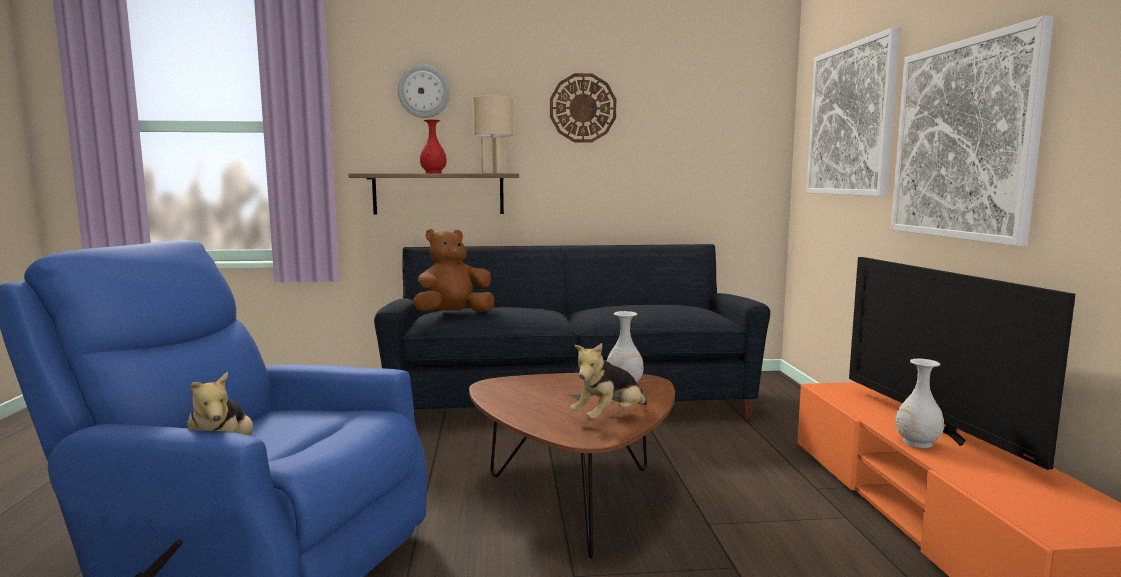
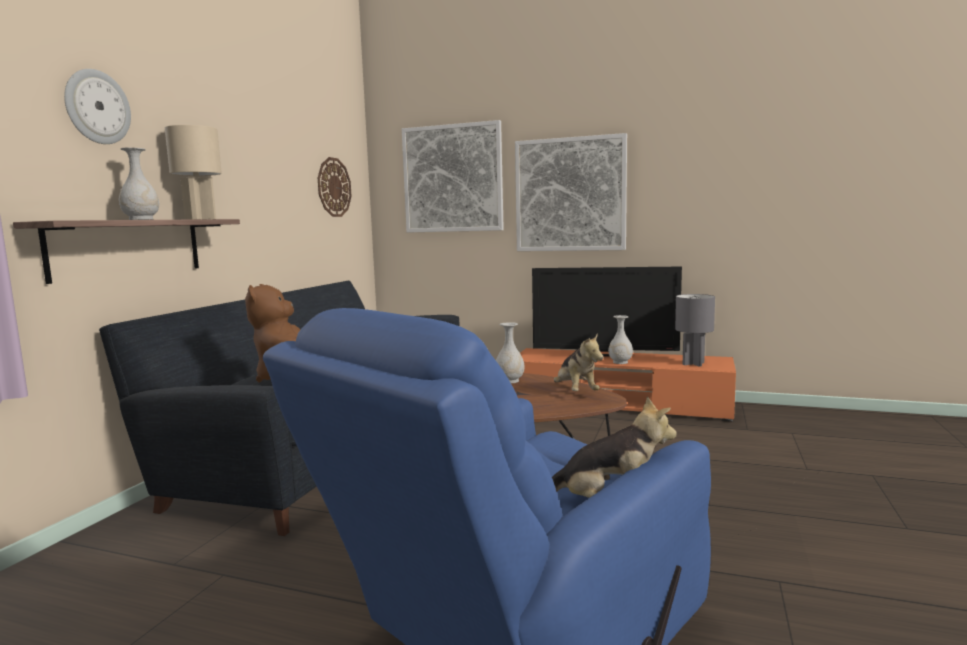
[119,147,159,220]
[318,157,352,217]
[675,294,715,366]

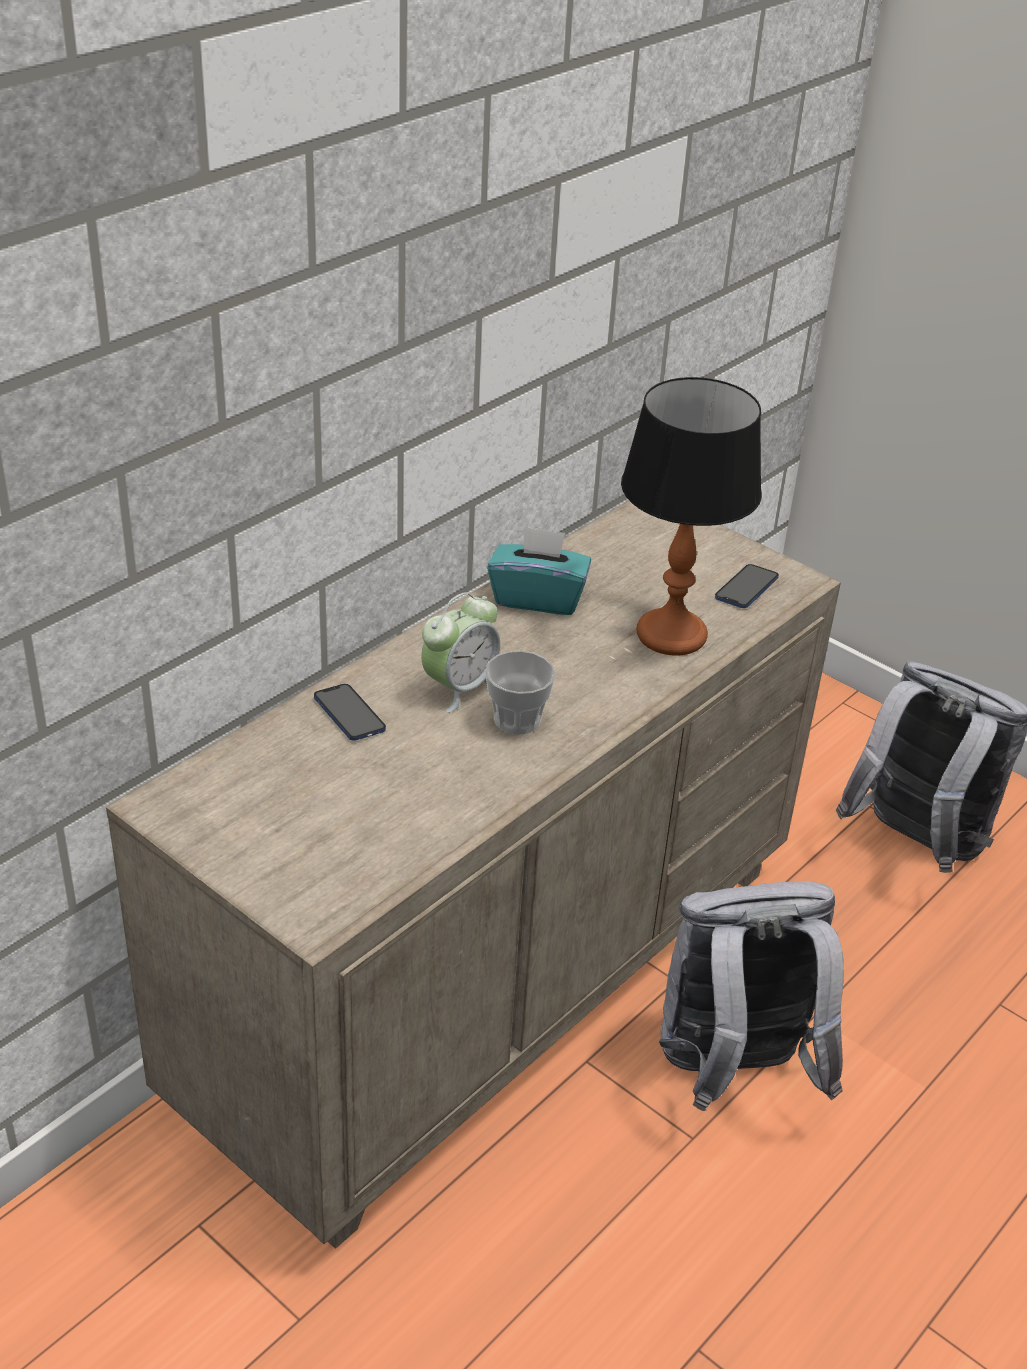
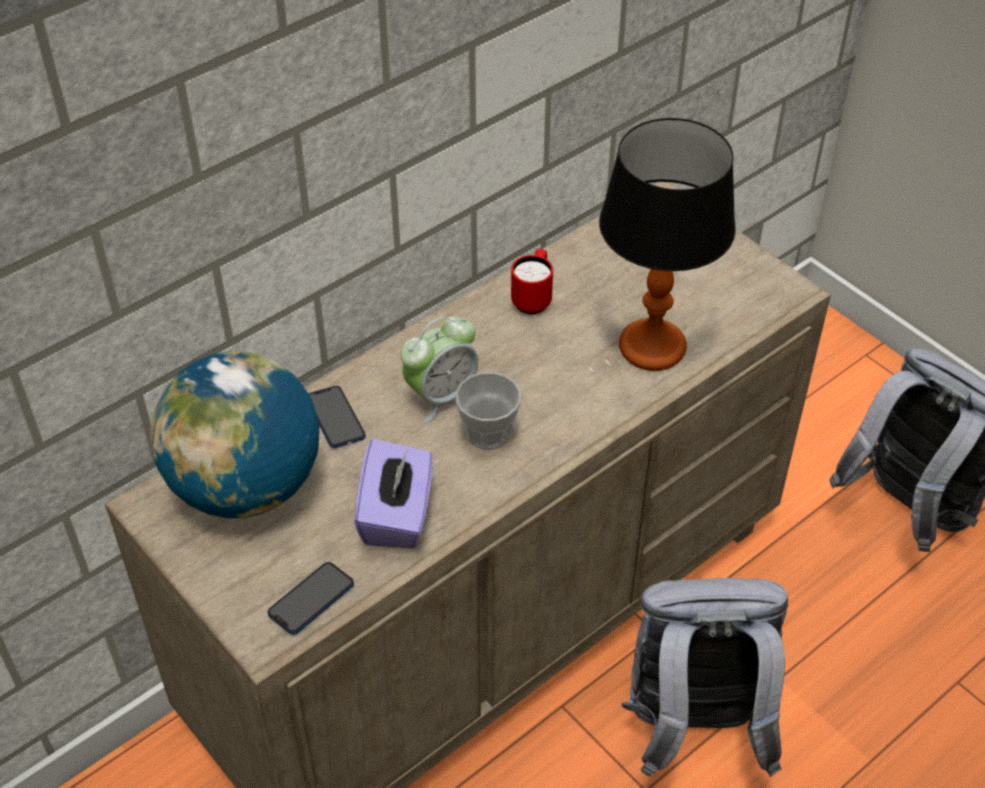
[150,352,319,518]
[268,562,354,635]
[354,439,432,548]
[511,249,553,314]

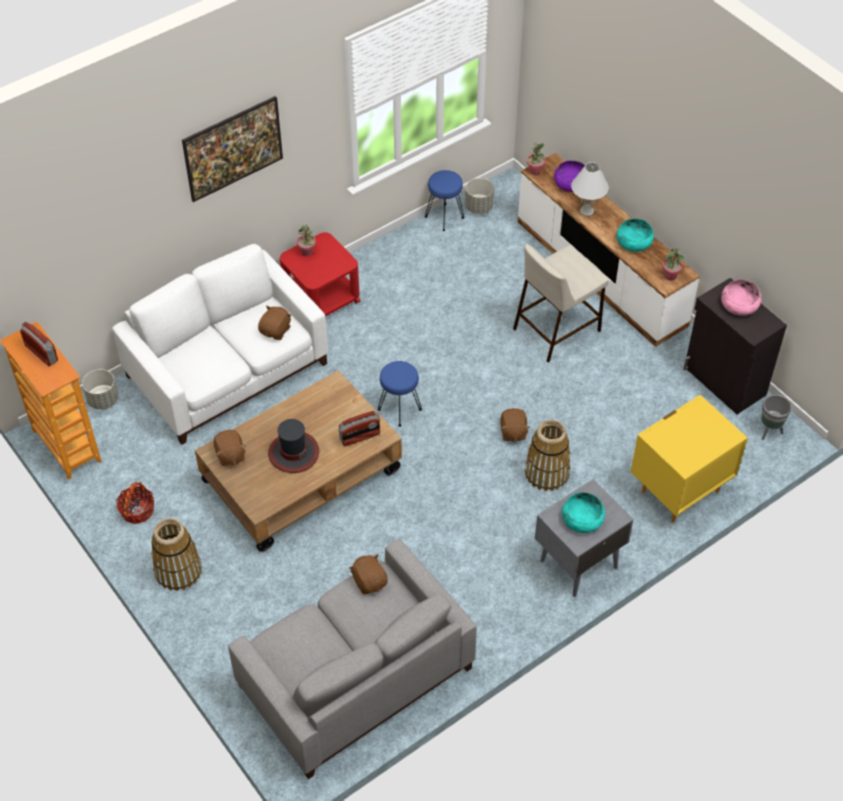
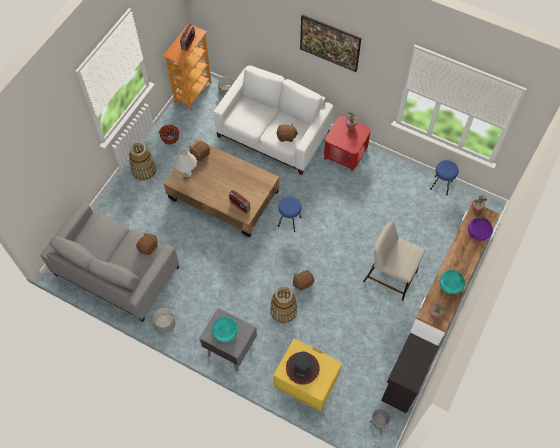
[153,308,175,333]
[174,149,197,177]
[286,352,320,385]
[721,280,761,316] (first image)

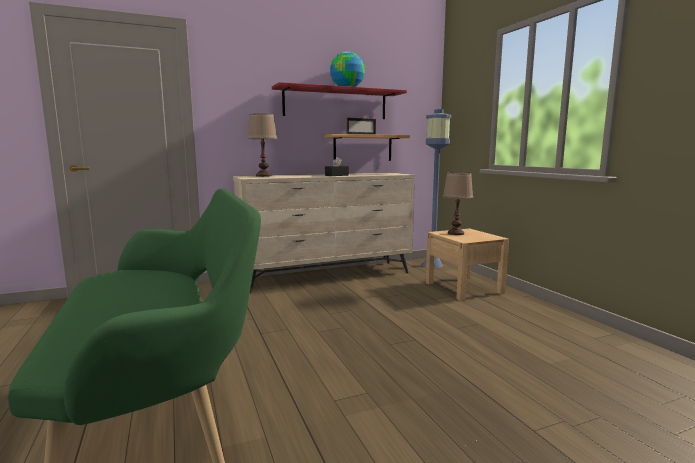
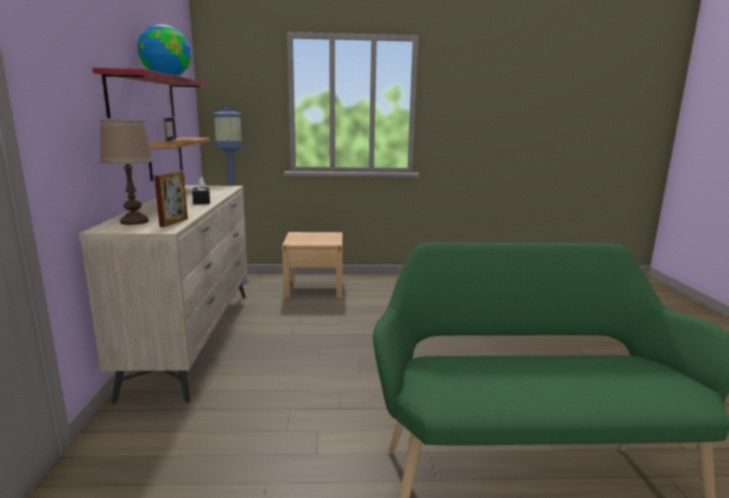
[154,171,188,227]
[443,172,473,235] (first image)

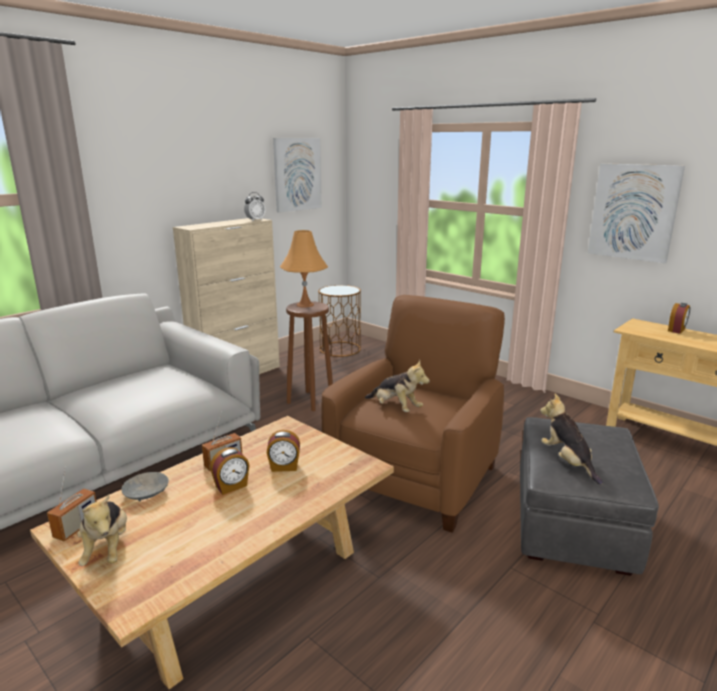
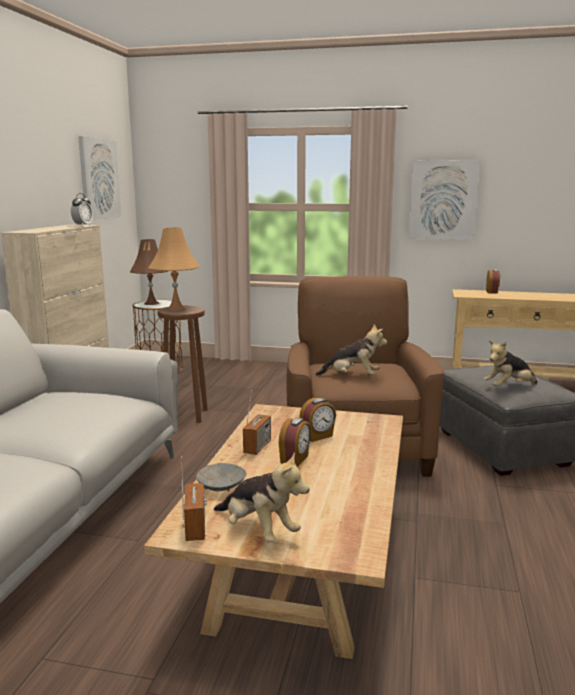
[130,239,168,305]
[484,341,537,386]

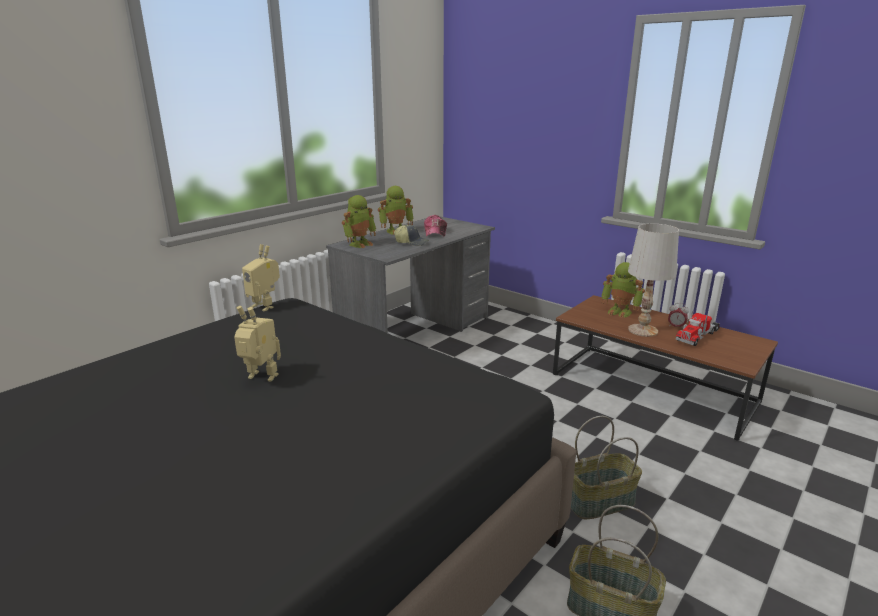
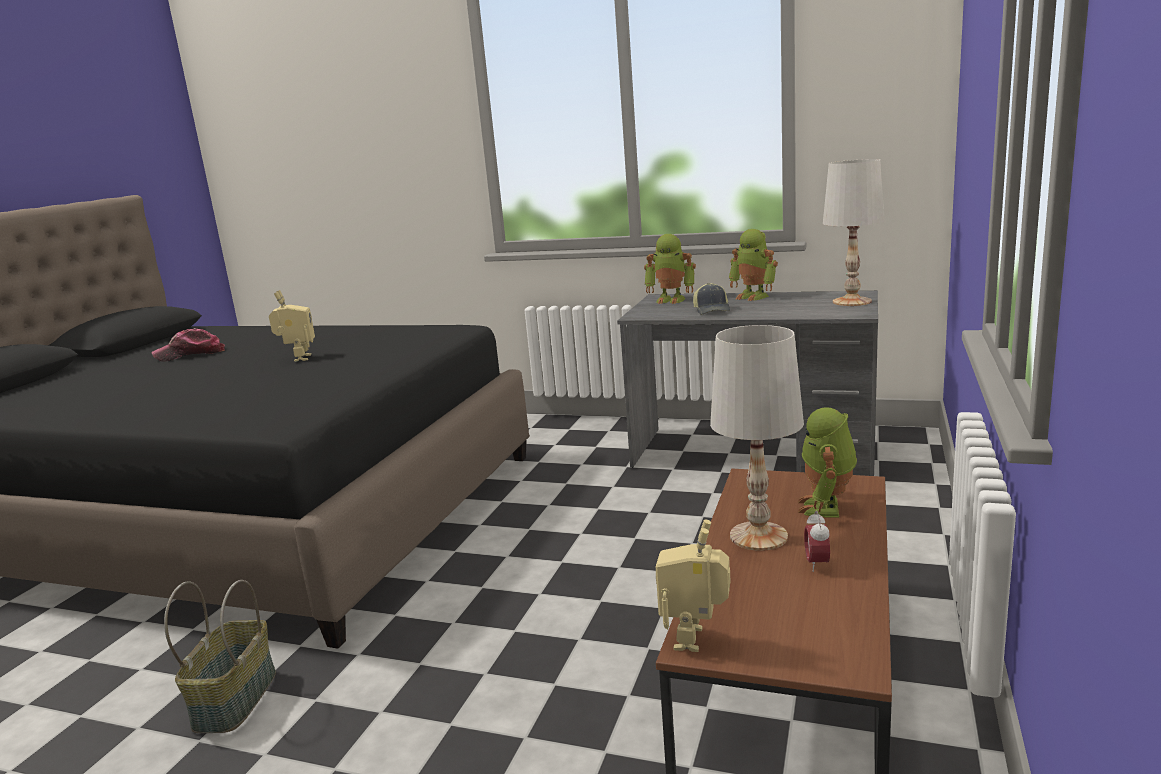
[152,328,225,361]
[656,520,730,652]
[823,159,885,306]
[571,416,642,519] (first image)
[676,311,720,346] (first image)

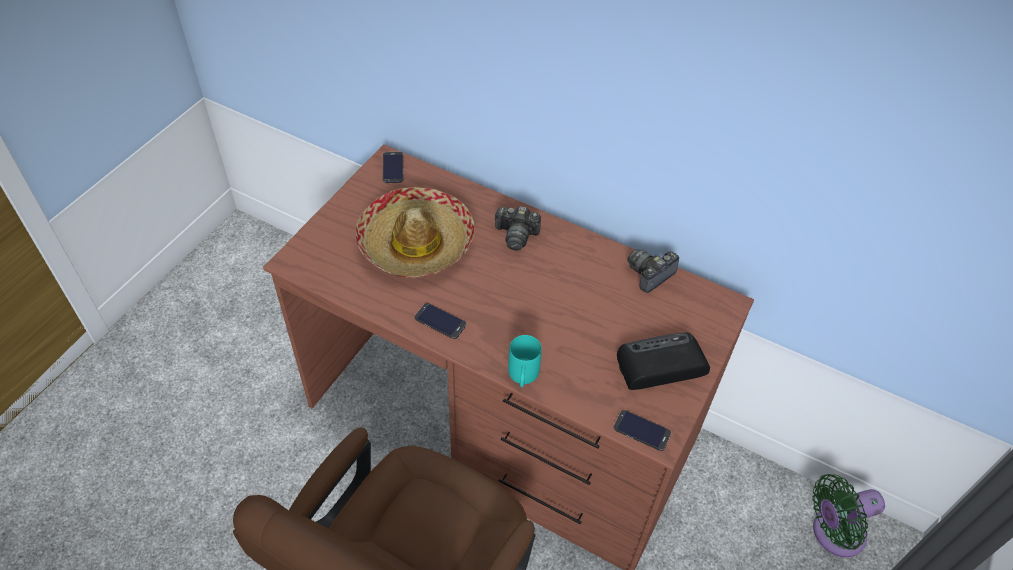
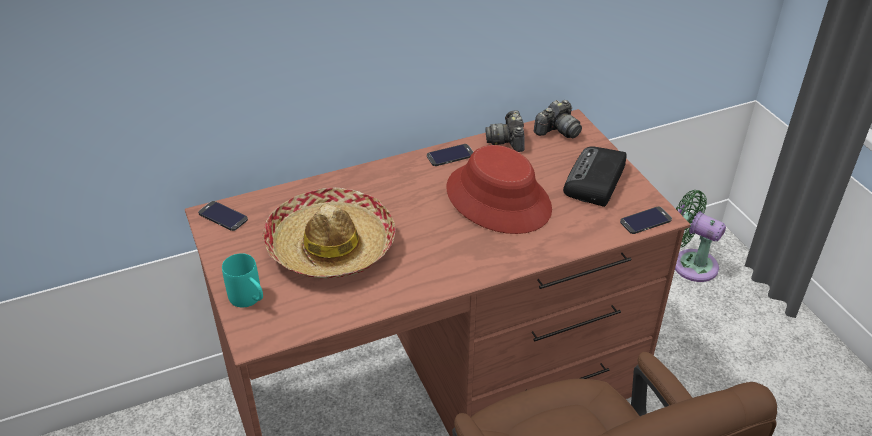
[222,253,263,308]
[427,144,473,166]
[447,145,552,234]
[534,100,582,139]
[675,190,726,282]

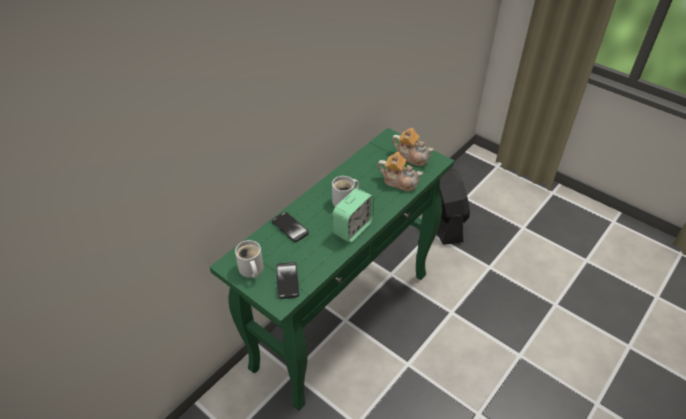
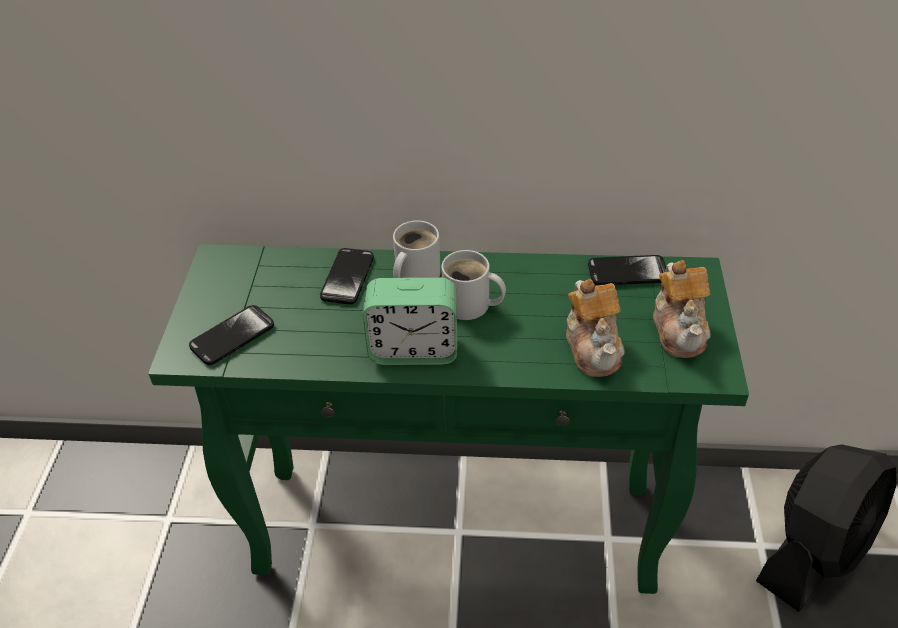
[393,220,441,278]
[588,255,666,285]

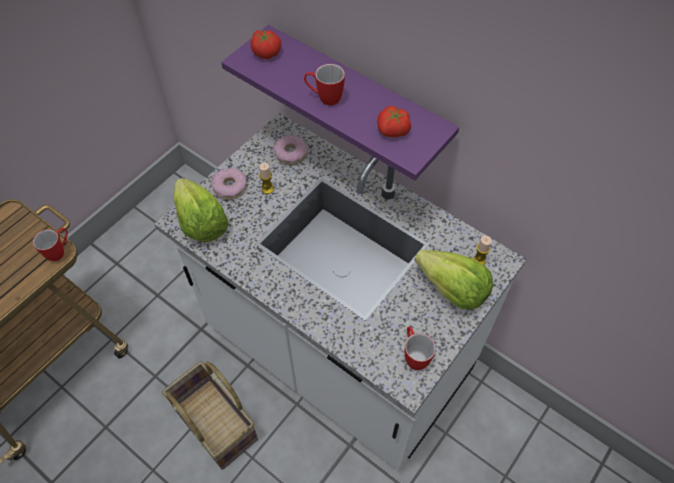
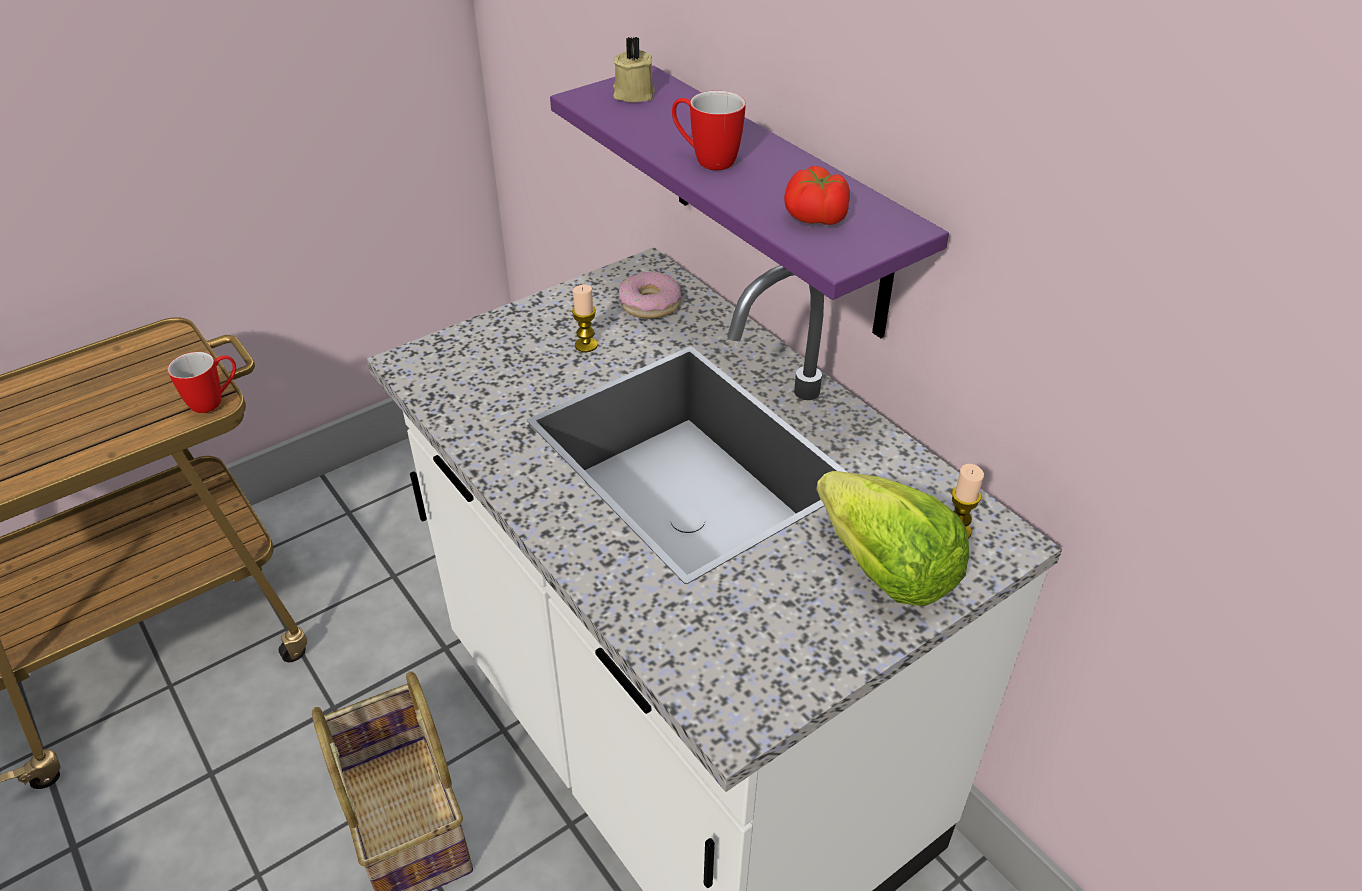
[613,37,655,103]
[173,178,229,242] (first image)
[211,168,247,200] (first image)
[405,326,436,370] (first image)

